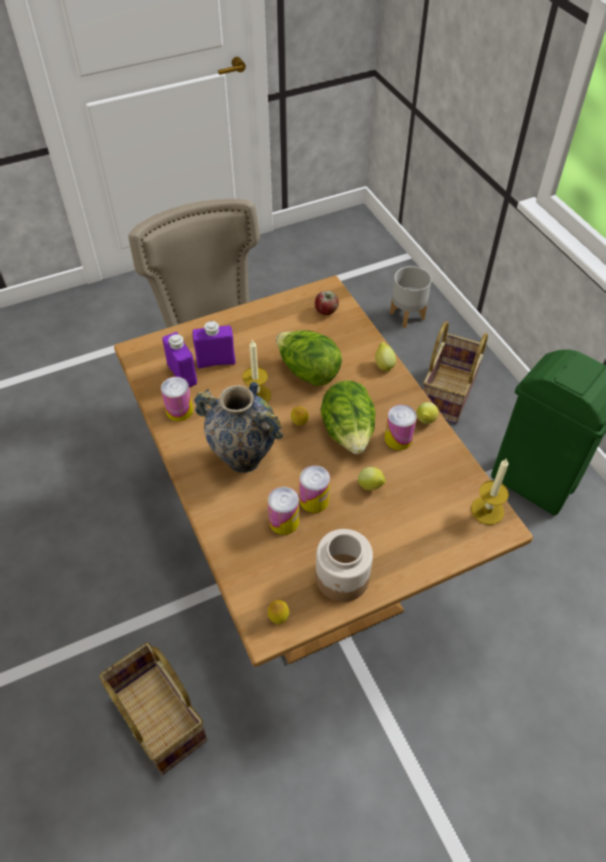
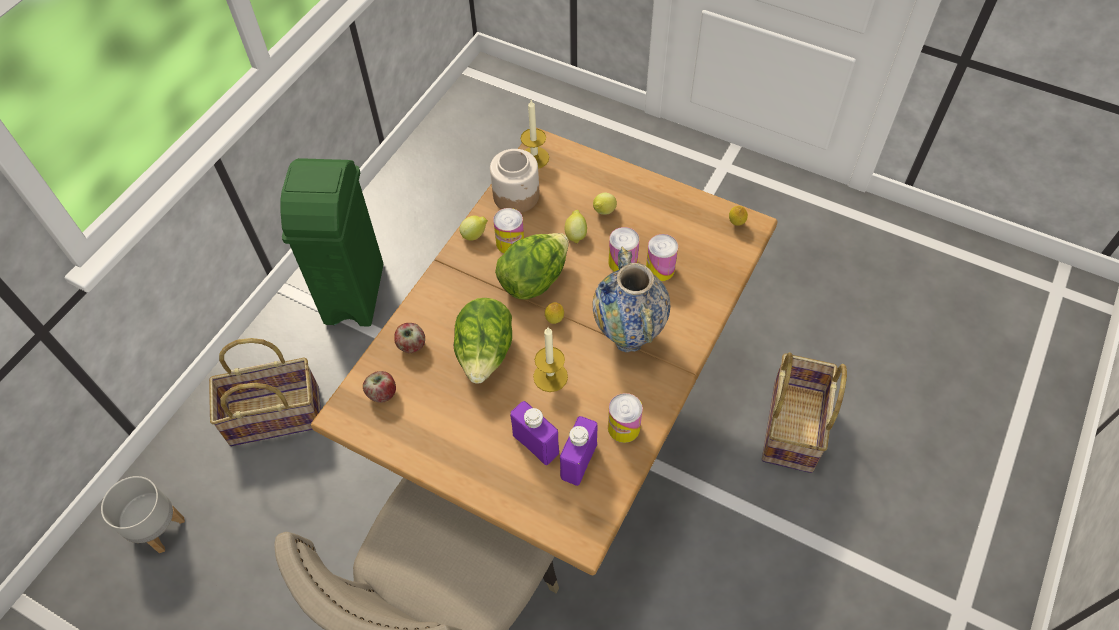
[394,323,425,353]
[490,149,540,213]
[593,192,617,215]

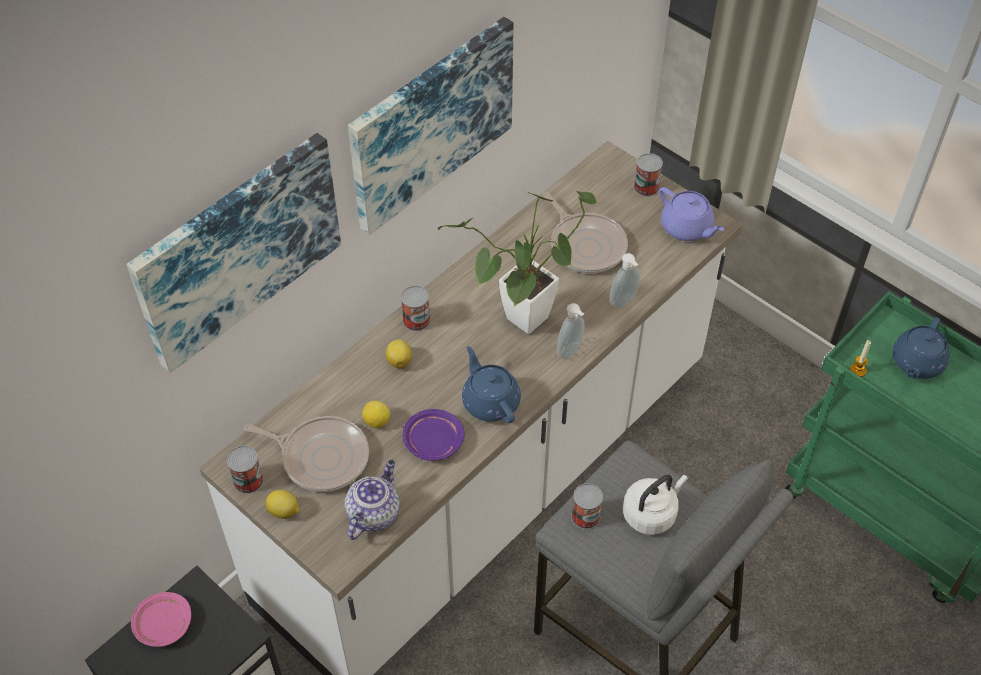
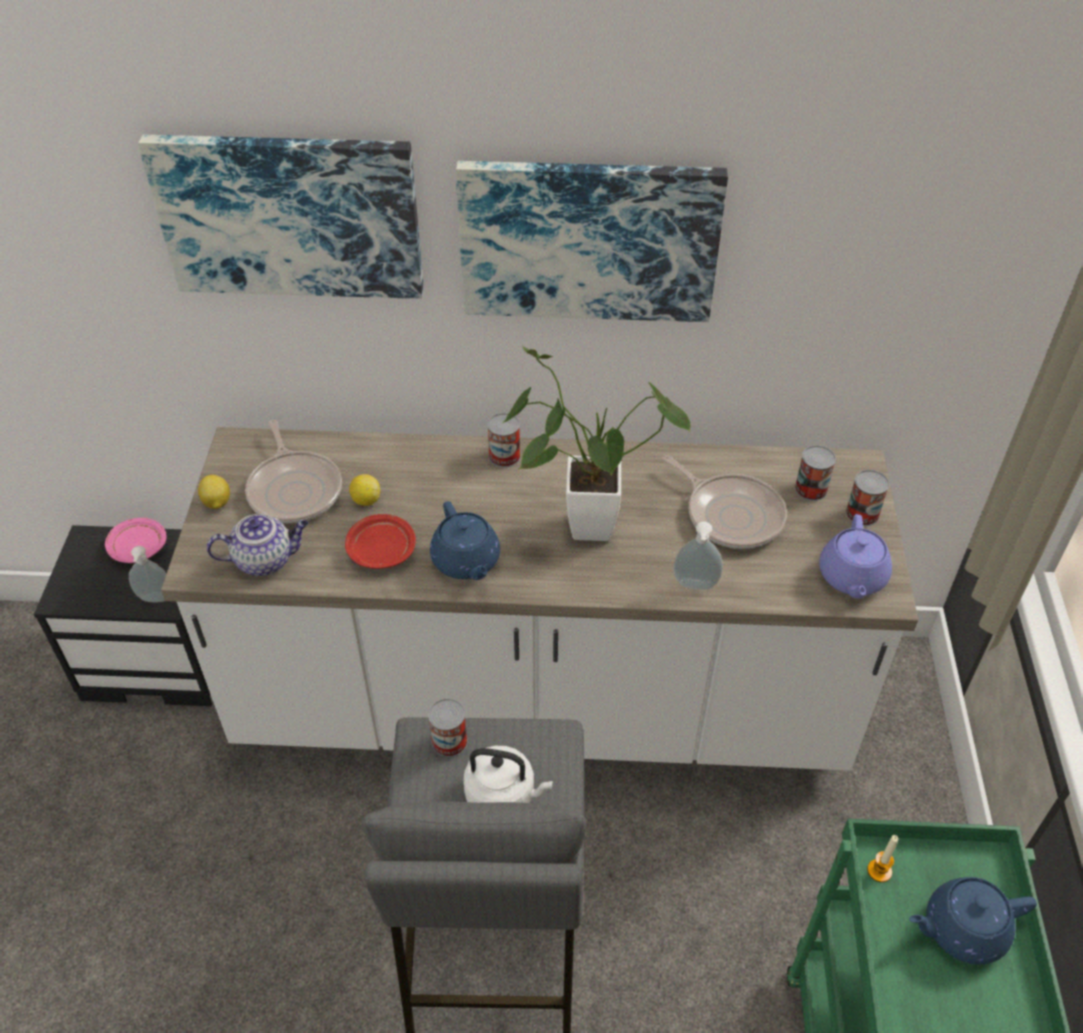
[129,546,166,602]
[345,514,416,569]
[430,501,500,580]
[663,455,787,549]
[795,445,836,501]
[386,339,412,368] (first image)

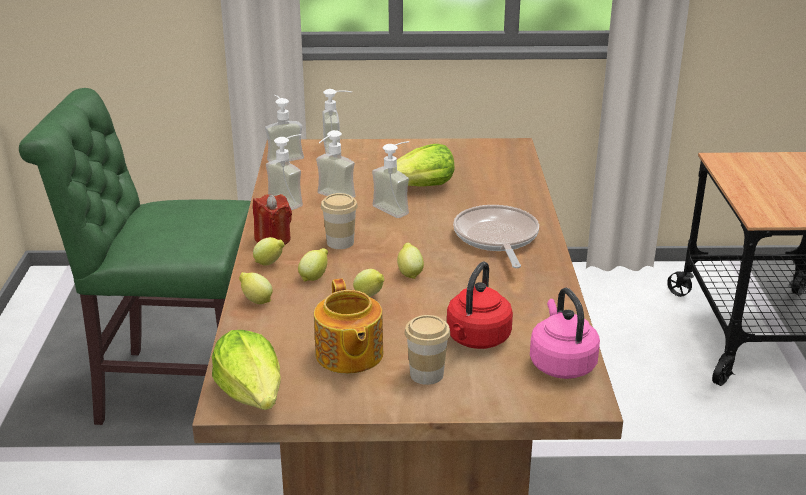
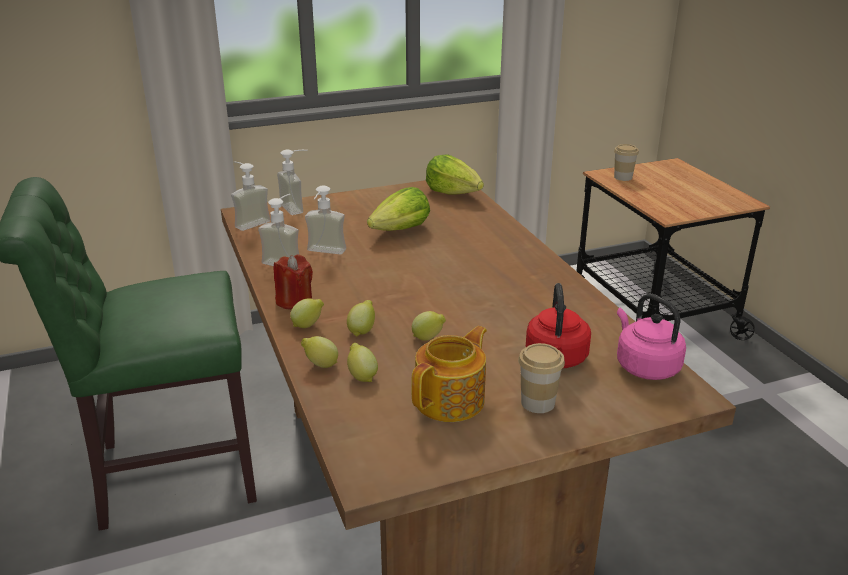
[347,343,378,382]
[411,326,487,422]
[426,154,484,195]
[614,144,639,181]
[372,141,409,218] (first image)
[453,205,539,268] (first image)

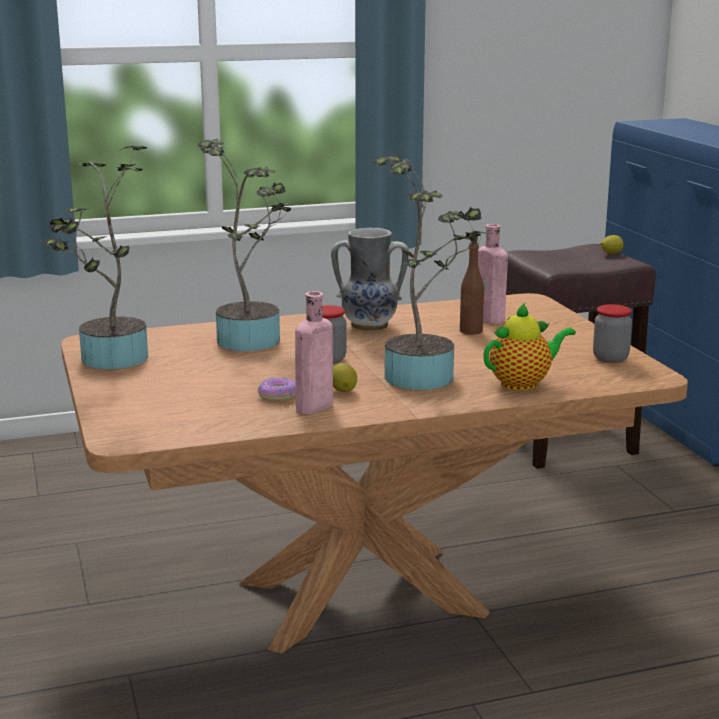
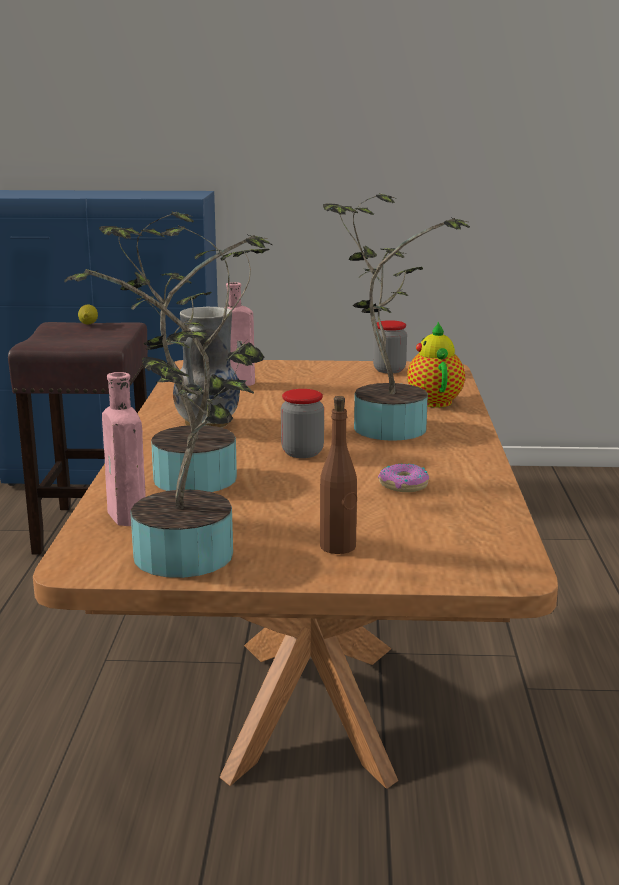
[102,372,146,526]
[320,396,357,554]
[333,363,357,392] (first image)

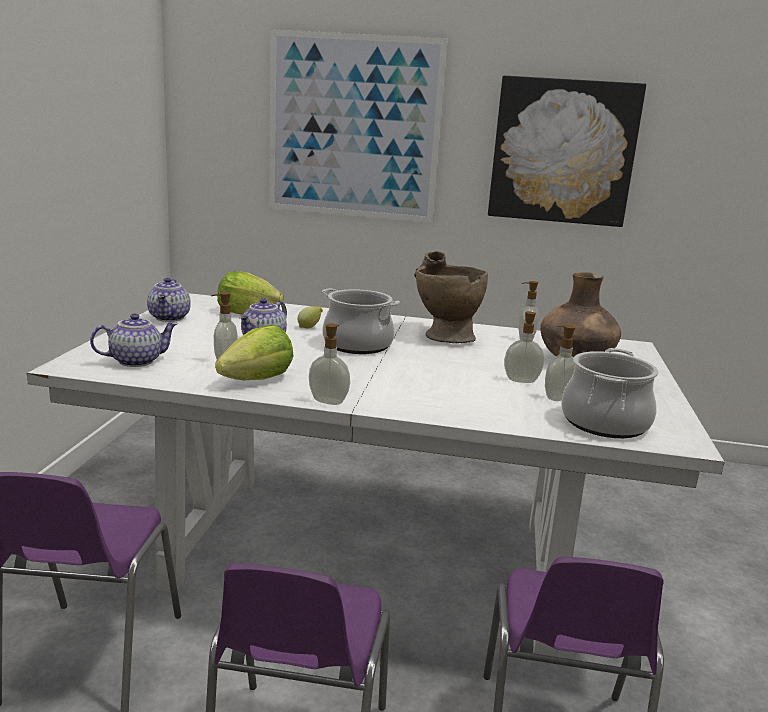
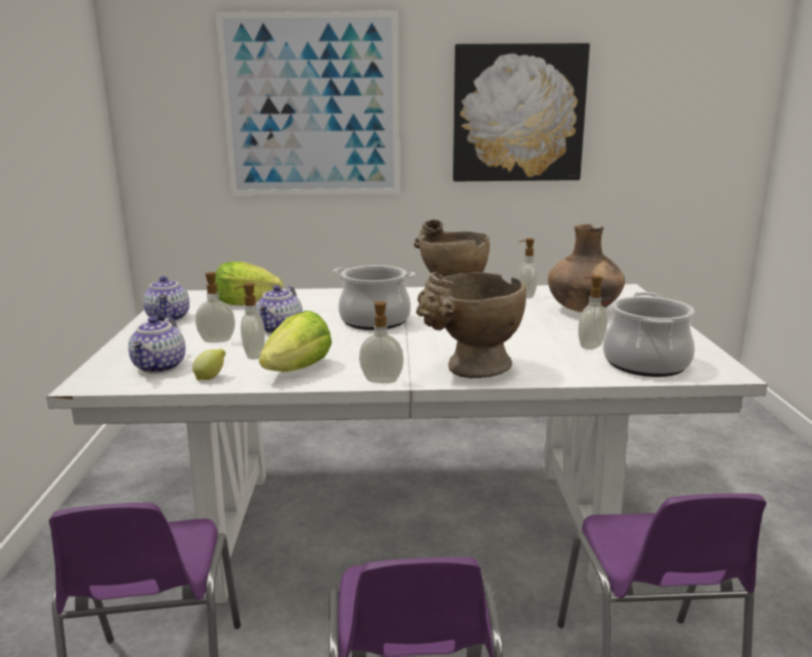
[128,316,186,374]
[192,349,226,380]
[195,272,235,343]
[416,272,526,378]

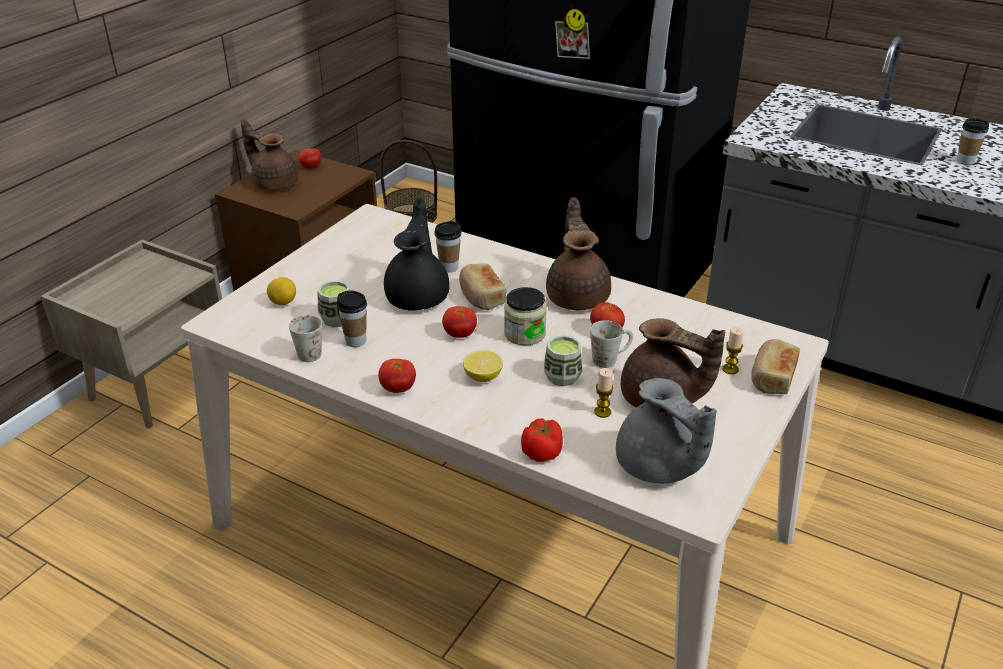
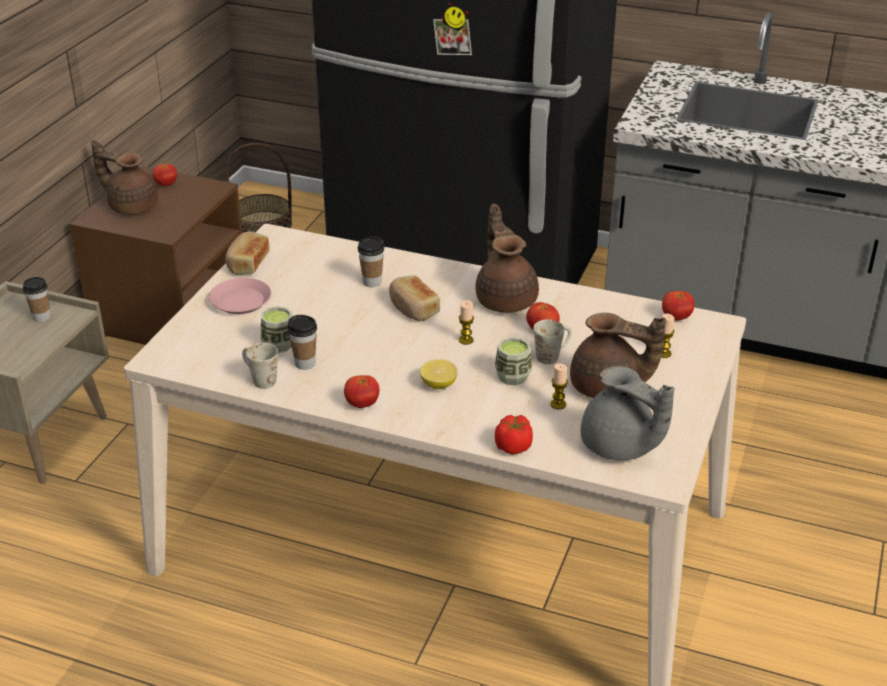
[23,277,50,322]
[209,278,271,314]
[225,231,270,275]
[459,300,474,345]
[662,291,695,320]
[267,277,296,305] (first image)
[384,197,450,311] (first image)

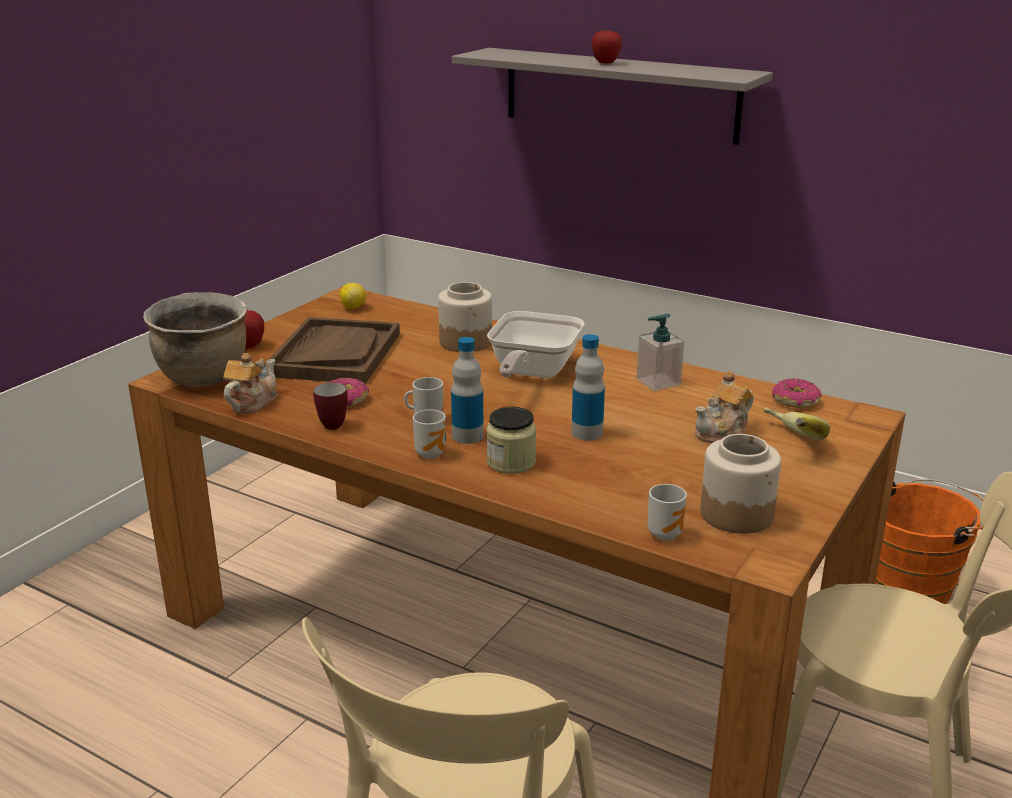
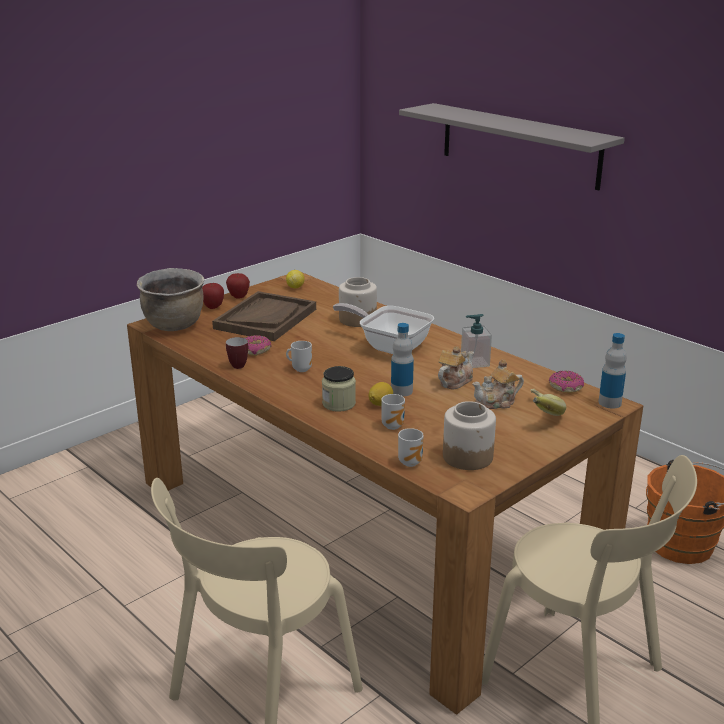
[226,273,250,299]
[333,303,434,354]
[369,382,393,406]
[381,394,405,430]
[438,346,474,389]
[598,333,627,409]

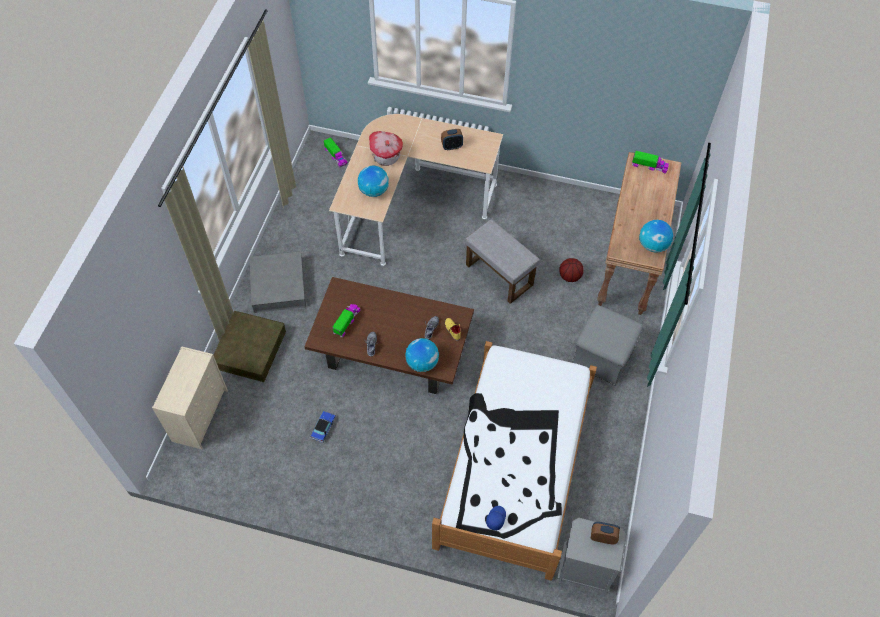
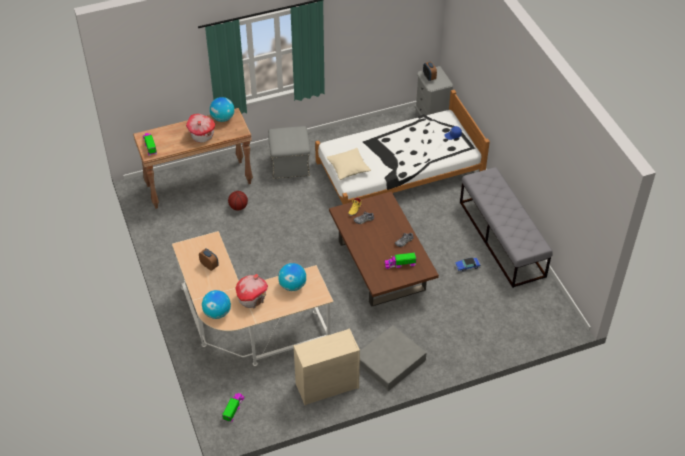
[186,114,215,143]
[202,290,231,319]
[294,328,360,405]
[327,148,371,180]
[460,167,553,288]
[213,311,286,382] (first image)
[465,220,539,304] (first image)

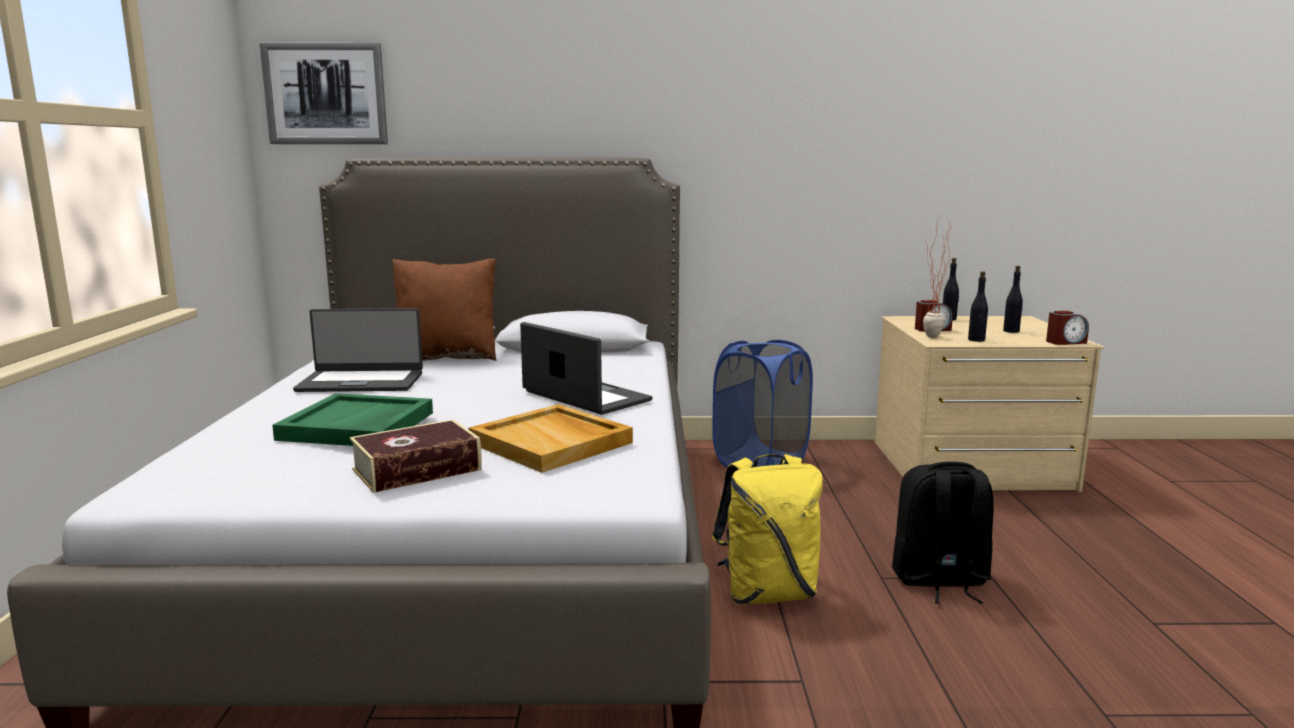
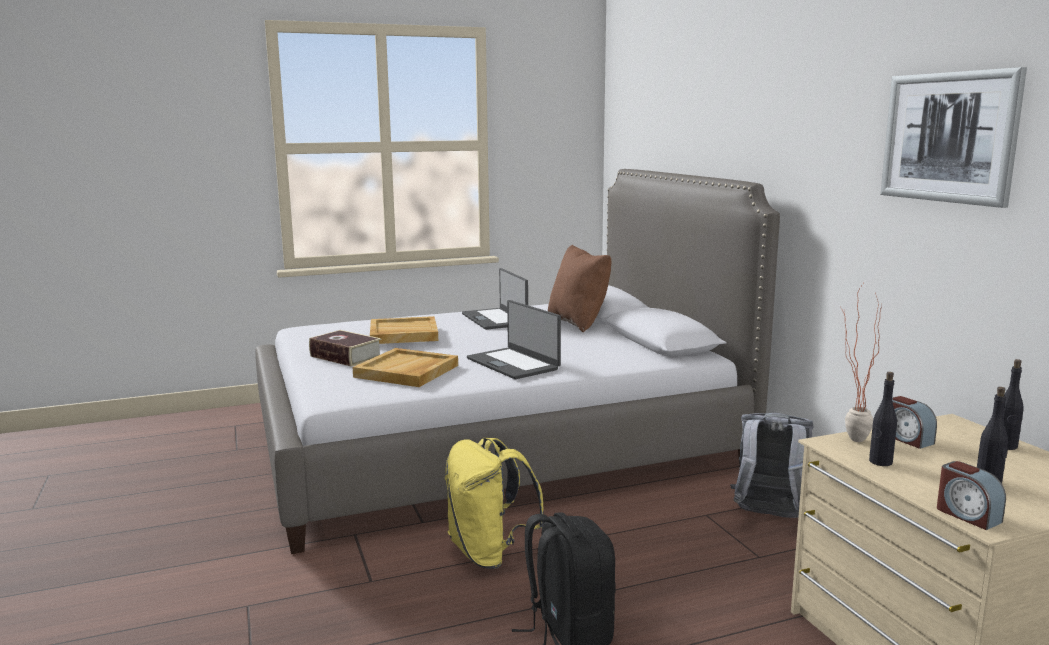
[370,316,438,344]
[467,300,561,379]
[730,413,814,518]
[880,67,1027,208]

